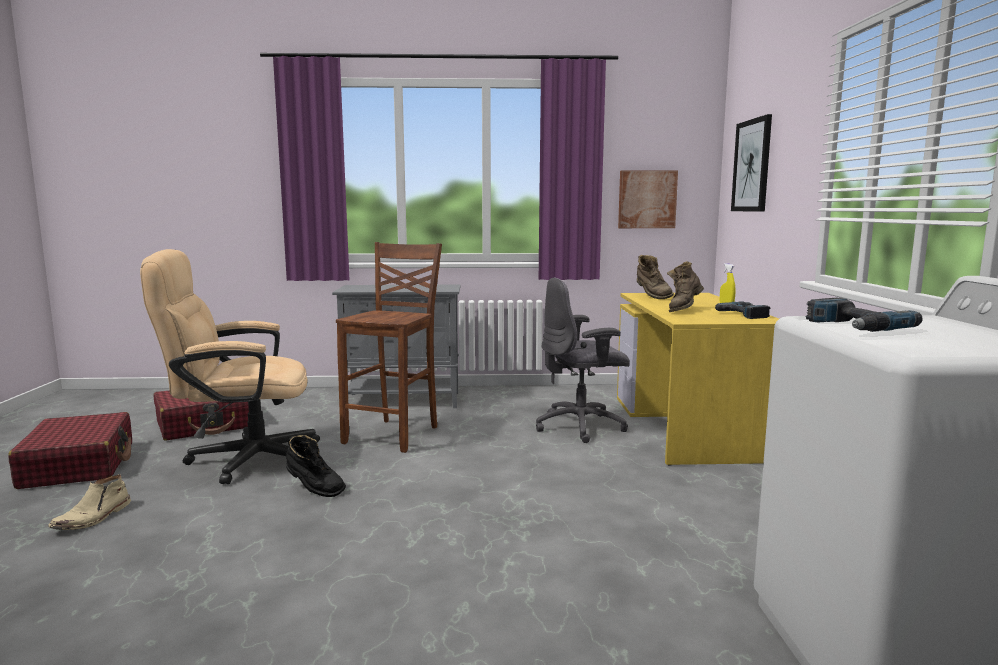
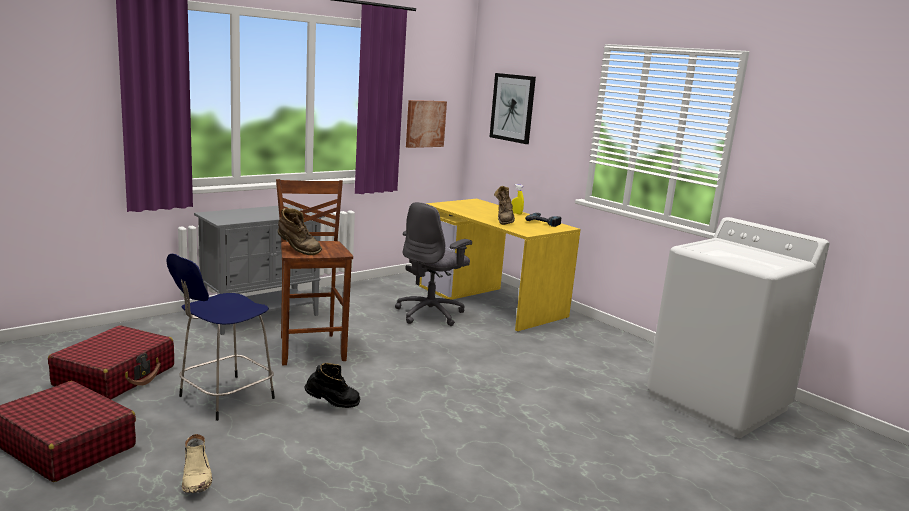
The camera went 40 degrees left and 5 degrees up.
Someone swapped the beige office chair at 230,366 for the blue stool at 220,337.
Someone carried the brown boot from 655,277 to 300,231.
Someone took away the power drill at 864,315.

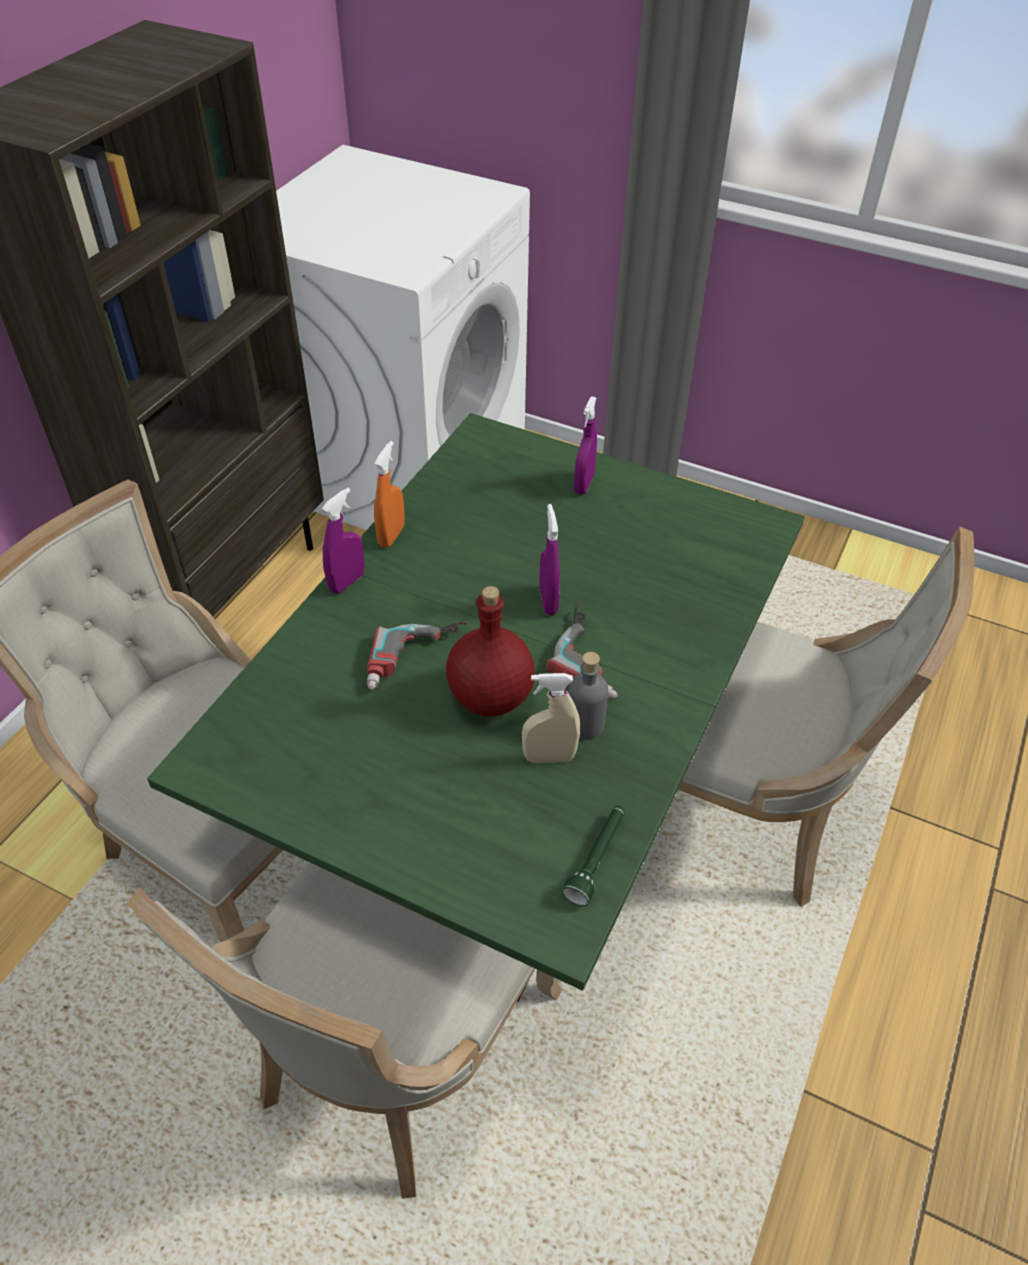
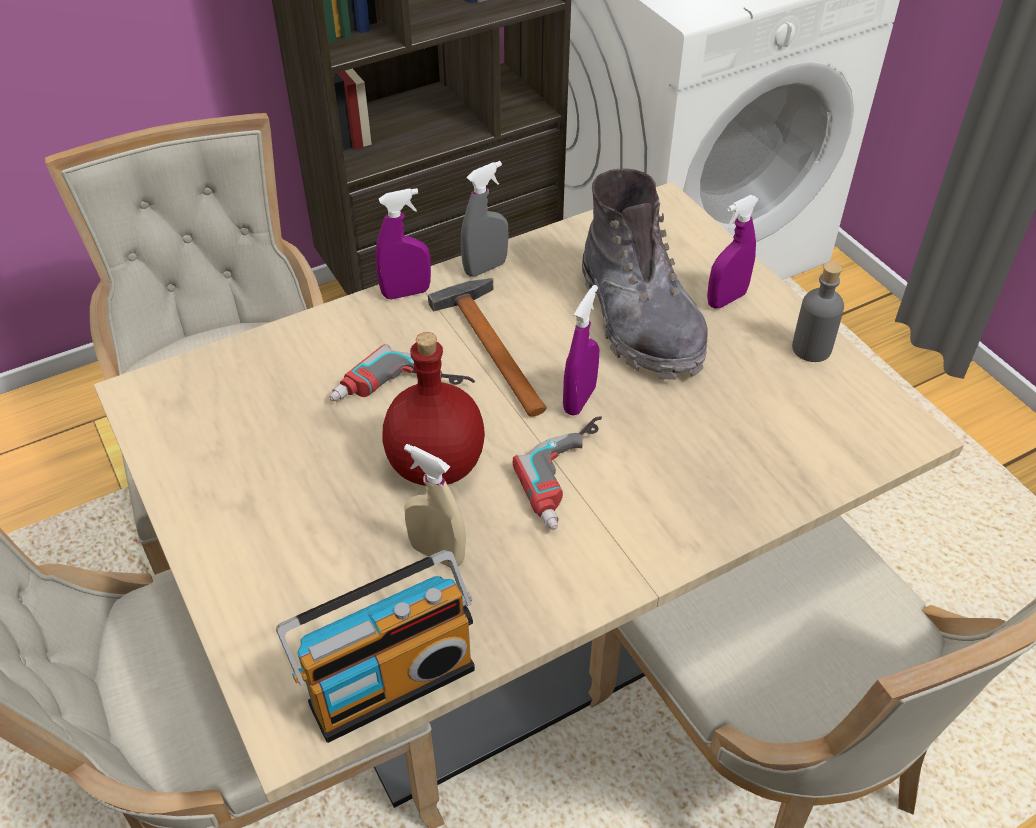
The camera went 35 degrees right and 0 degrees up.
Someone repainted the green dining table at 476,707, which became the beige dining table at 529,495.
Someone swapped the green flashlight at 593,855 for the radio at 375,646.
Someone put down the hammer at 487,347.
Someone repainted the orange spray bottle at 389,494, which became the grey spray bottle at 485,219.
Someone put down the grey boot at 645,274.
Someone carried the grey bottle from 588,696 to 818,312.

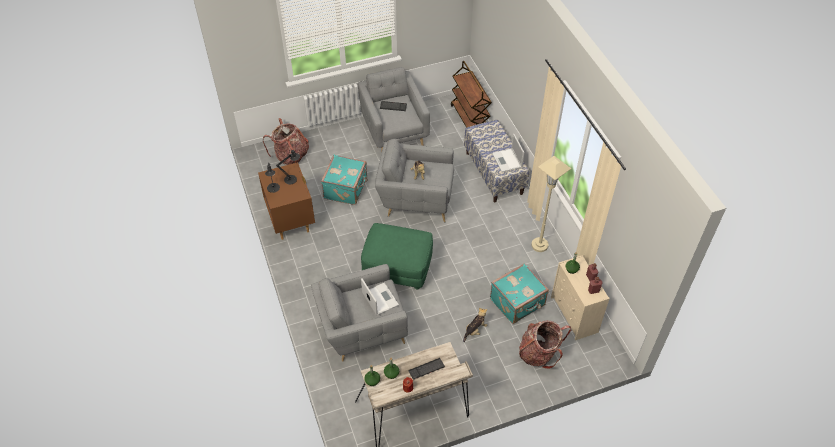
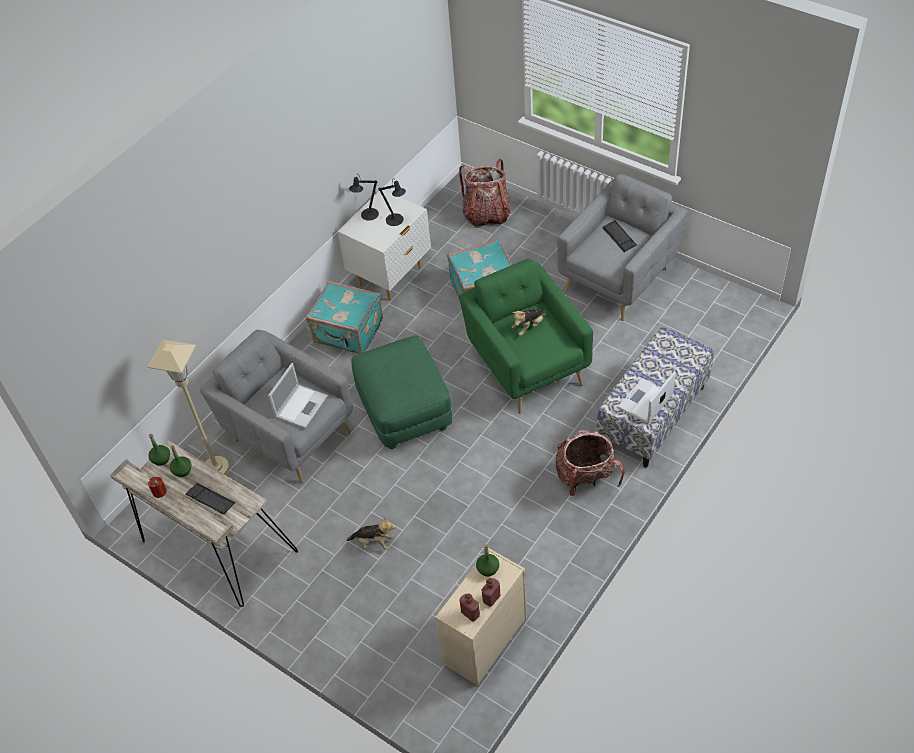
The camera went 60 degrees right and 0 degrees up.
Someone carried the beige floor lamp from 551,204 to 188,407.
Someone carried the turquoise suitcase from 519,293 to 344,317.
Someone repainted the brown nightstand at 286,201, which became the white nightstand at 384,245.
Someone repainted the grey armchair at 414,181, which became the green armchair at 526,336.
Someone carried the backpack from 545,344 to 590,462.
Someone took away the brown cart at 471,94.

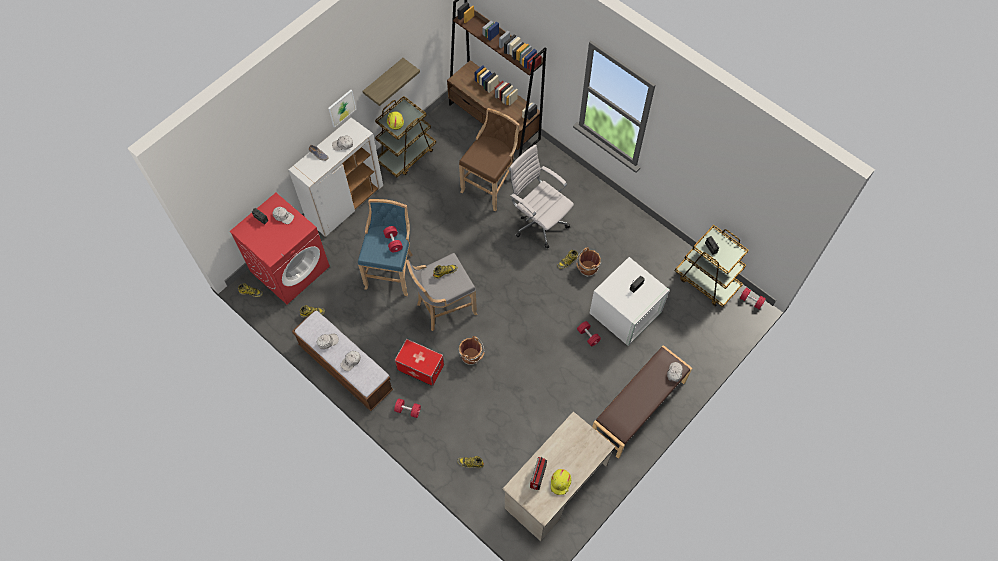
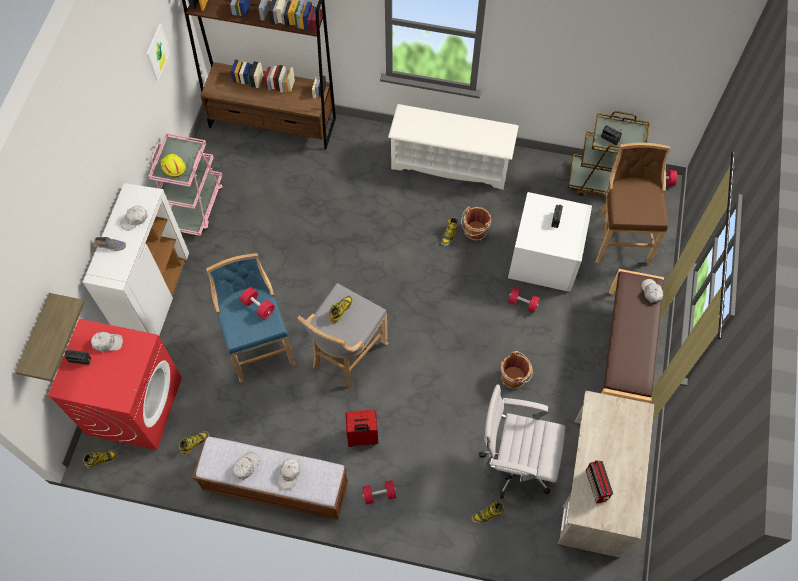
The camera went 30 degrees left and 0 degrees up.
Someone carried the shelf from 391,82 to 50,337.
Someone carried the picture from 342,109 to 158,52.
Someone repainted the brown cart at 405,136, which became the pink cart at 186,184.
Someone swapped the storage box at 419,362 for the red suitcase at 361,428.
Someone put down the white shoe rack at 453,147.
Someone carried the white office chair from 541,196 to 522,441.
Someone carried the brown bucket from 472,350 to 517,370.
Someone carried the brown stool from 489,160 to 633,204.
Someone took away the yellow hard hat at 561,482.

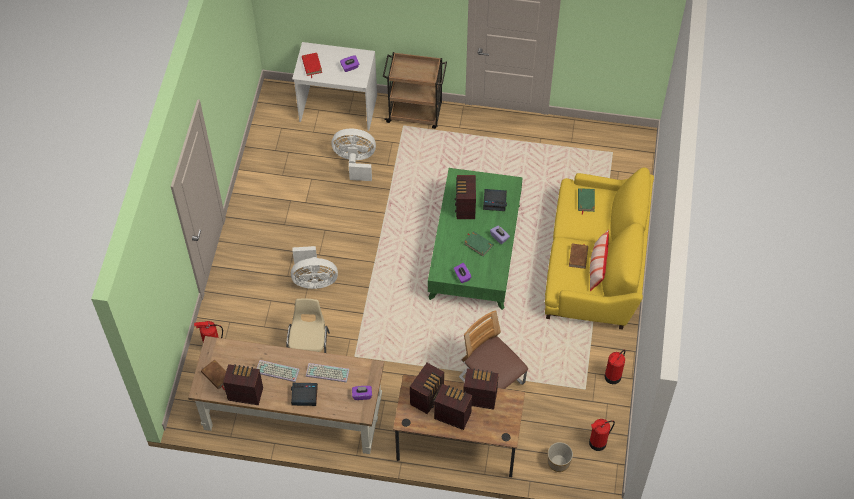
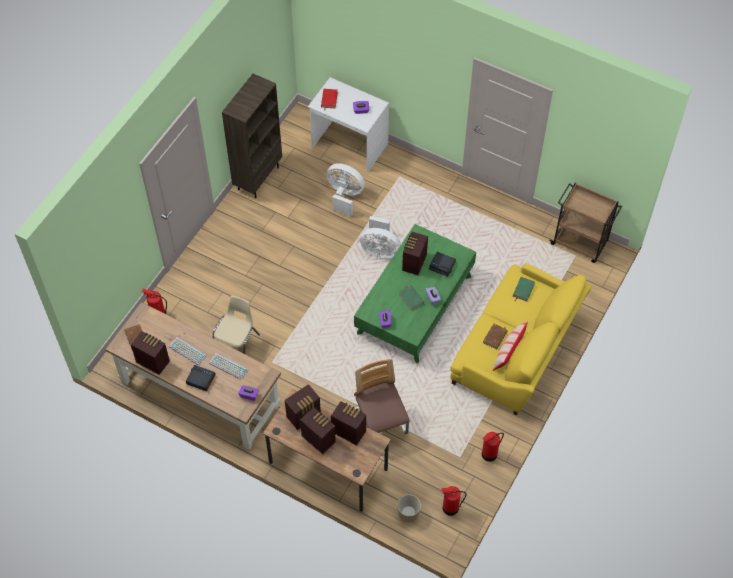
The camera went 20 degrees right and 0 degrees up.
Someone put down the brown bookcase at 252,136.
Someone carried the white fan from 314,267 to 380,237.
Someone carried the brown cart from 415,90 to 585,223.

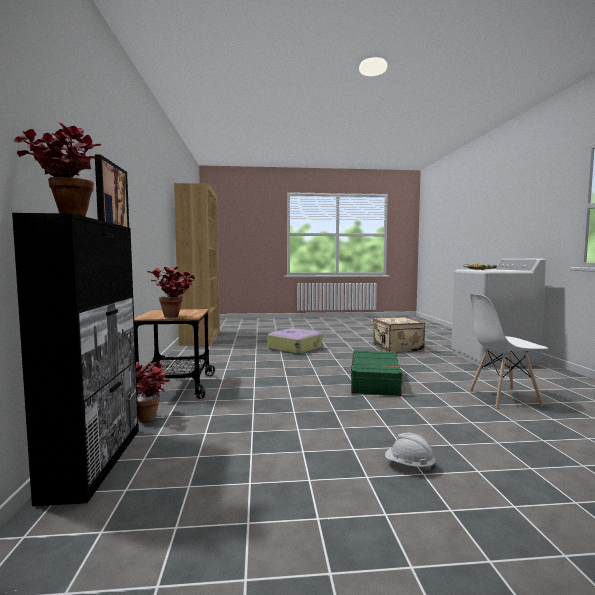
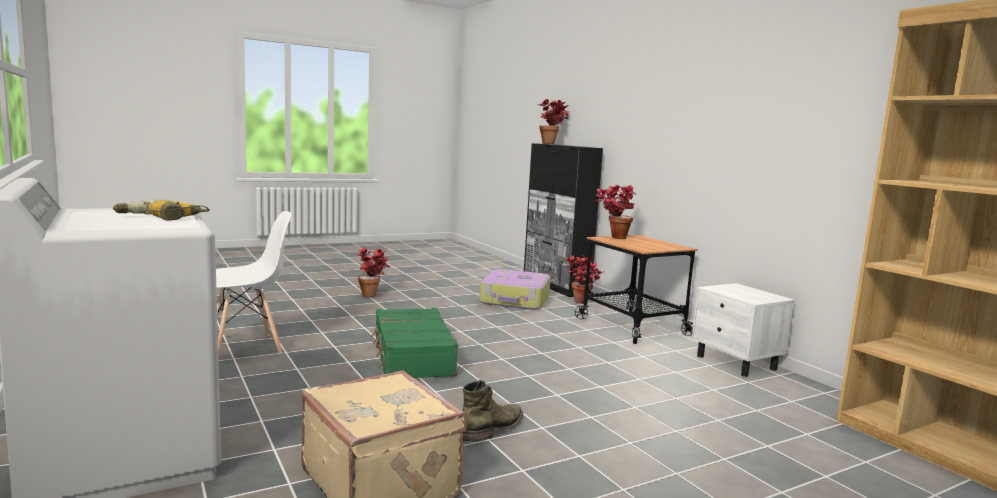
The camera went 155 degrees right and 5 degrees up.
Someone swapped the white hard hat at 410,452 for the potted plant at 371,272.
Someone put down the green boot at 493,411.
Someone carried the suitcase from 295,341 to 515,289.
Someone put down the white nightstand at 743,330.
Someone took away the picture at 112,191.

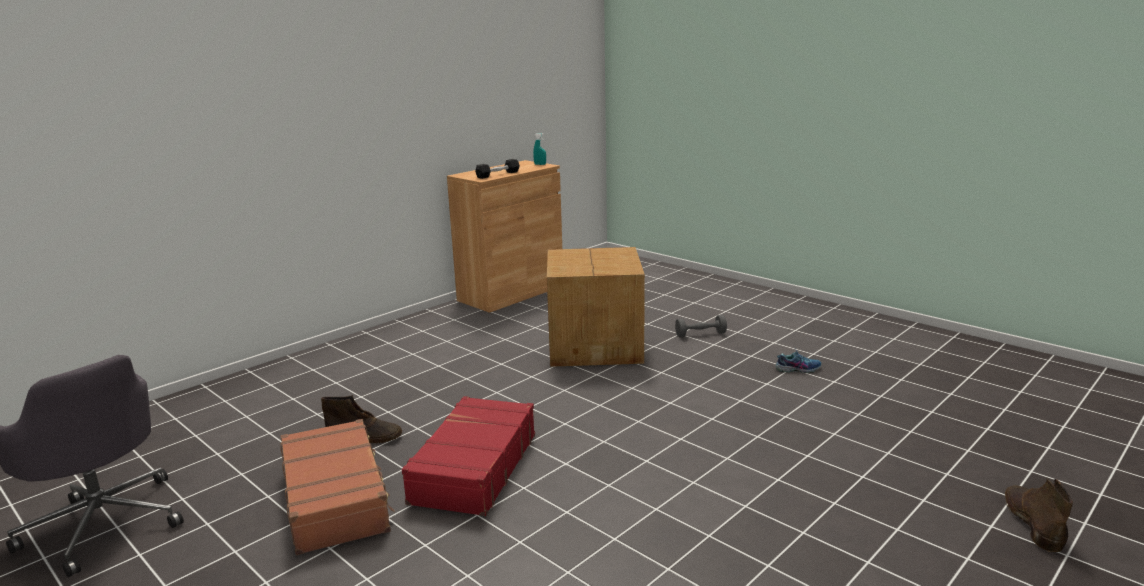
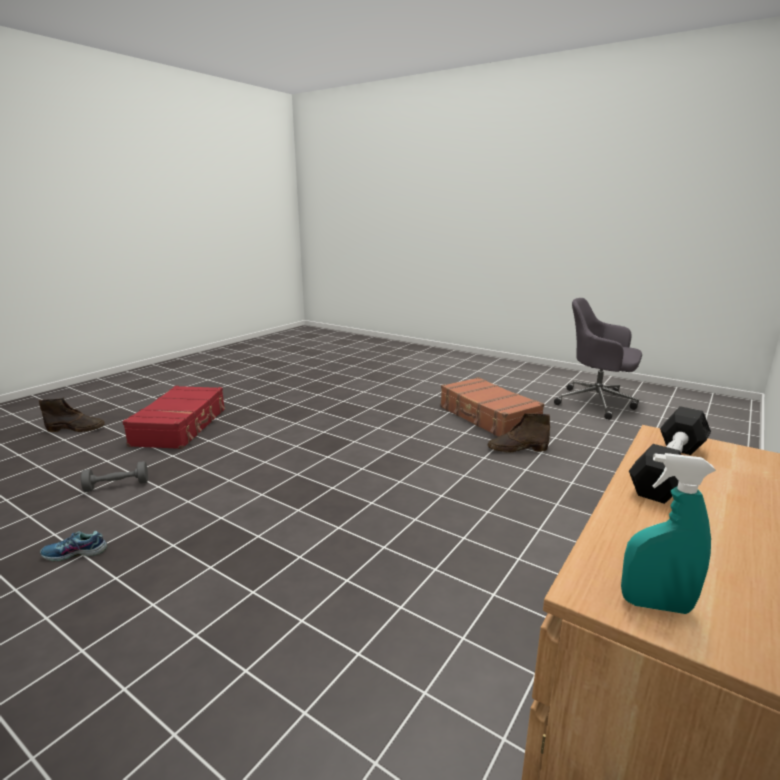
The camera went 170 degrees right and 0 degrees up.
Someone rotated the brown boot at 1039,515 by 90 degrees counterclockwise.
Someone carried the grey dumbbell from 701,326 to 114,476.
Someone carried the red suitcase from 468,456 to 173,417.
Someone took away the cardboard box at 596,307.

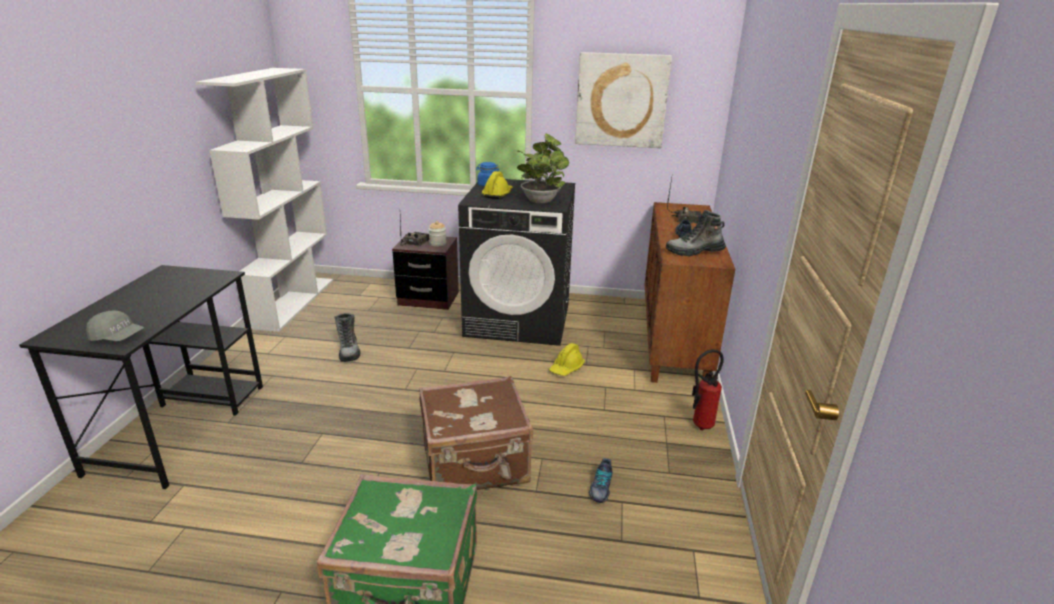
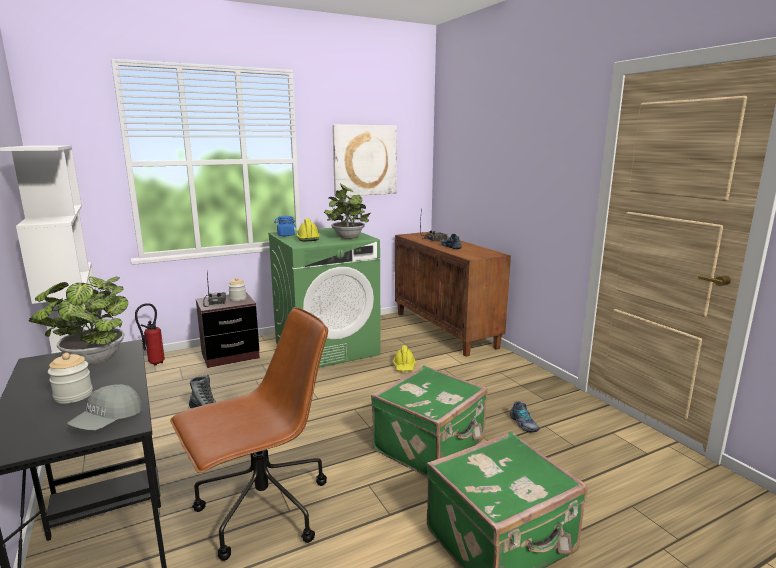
The camera went 35 degrees left and 10 degrees down.
Someone put down the potted plant at 78,321.
Someone put down the jar at 70,378.
Someone rotated the grey cap at 115,325 by 135 degrees clockwise.
Someone carried the fire extinguisher from 708,390 to 150,334.
Someone put down the brown office chair at 249,434.
Someone repainted the black washing machine at 516,262, which became the green washing machine at 324,298.
Someone repainted the brown suitcase at 476,433, which became the green suitcase at 429,421.
Someone took away the boot at 696,233.

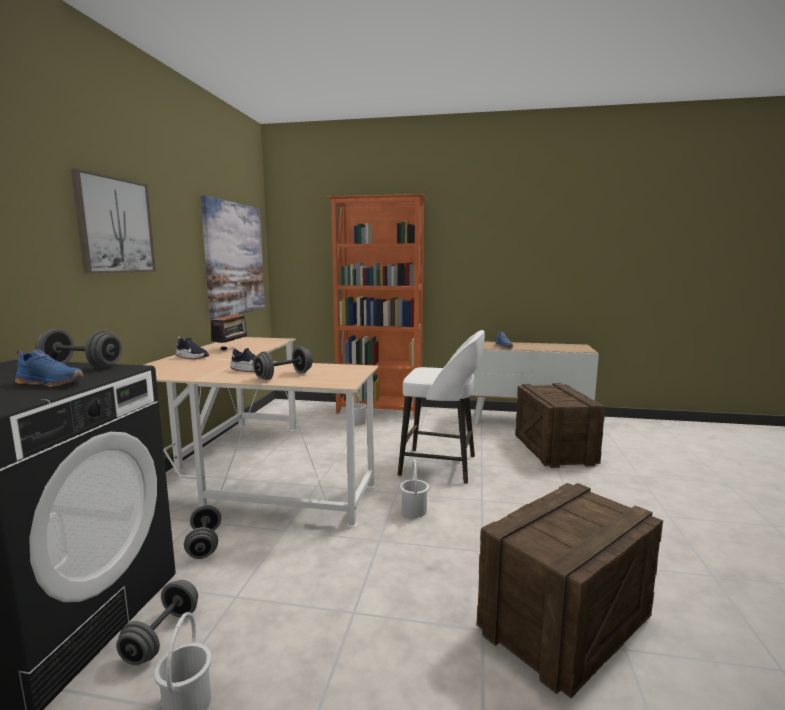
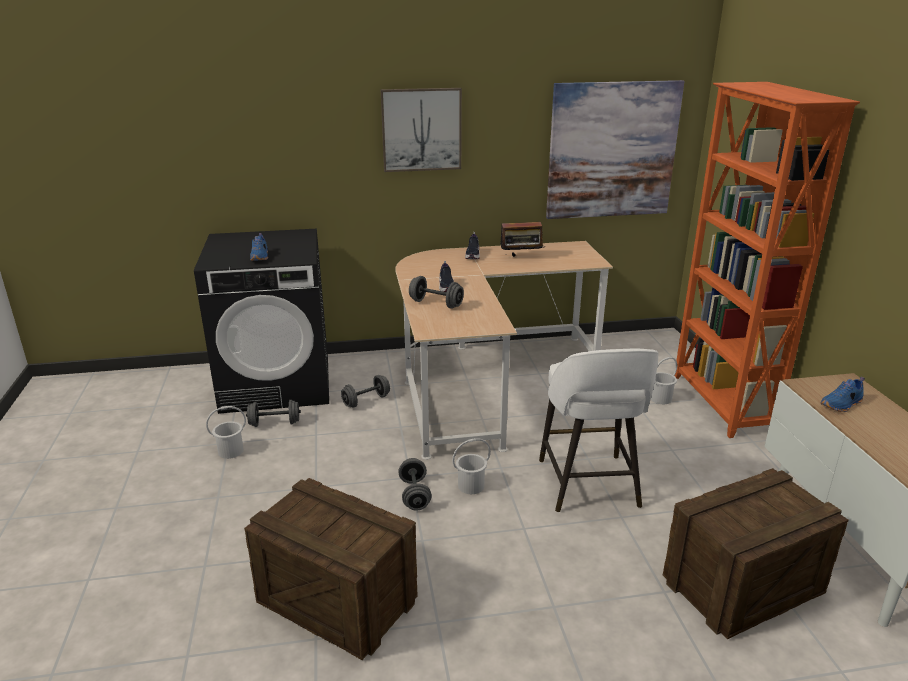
The camera went 70 degrees right and 15 degrees up.
Someone carried the grey dumbbell from 78,348 to 415,484.

